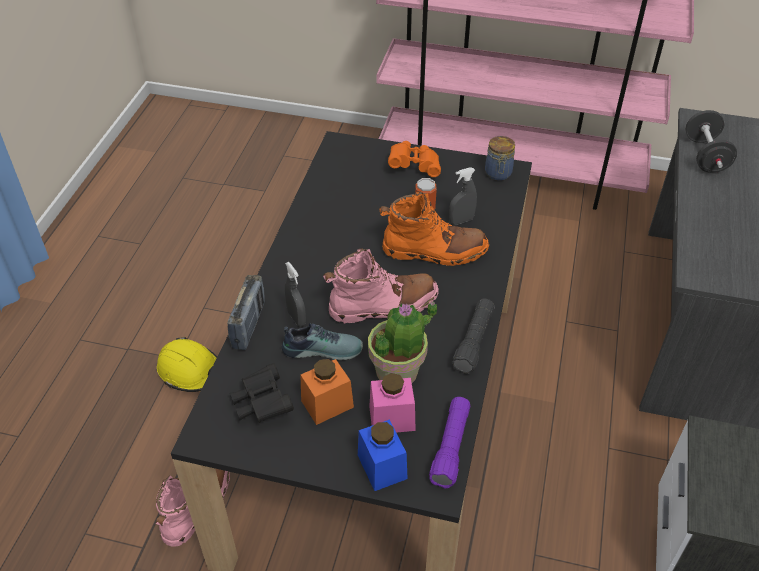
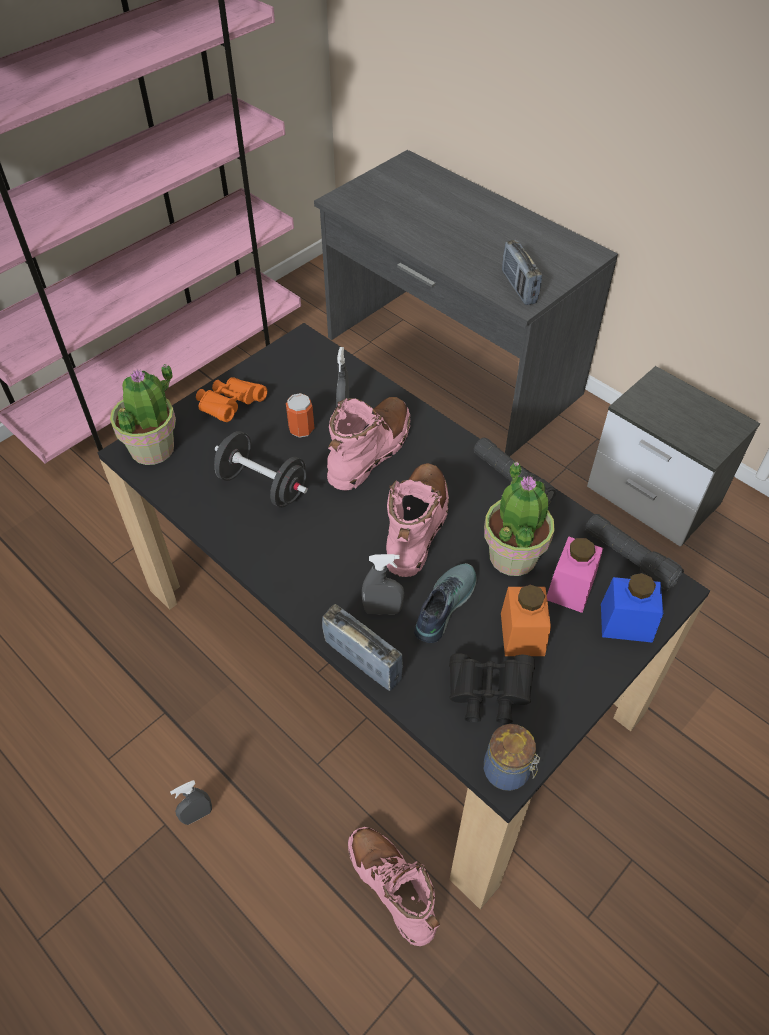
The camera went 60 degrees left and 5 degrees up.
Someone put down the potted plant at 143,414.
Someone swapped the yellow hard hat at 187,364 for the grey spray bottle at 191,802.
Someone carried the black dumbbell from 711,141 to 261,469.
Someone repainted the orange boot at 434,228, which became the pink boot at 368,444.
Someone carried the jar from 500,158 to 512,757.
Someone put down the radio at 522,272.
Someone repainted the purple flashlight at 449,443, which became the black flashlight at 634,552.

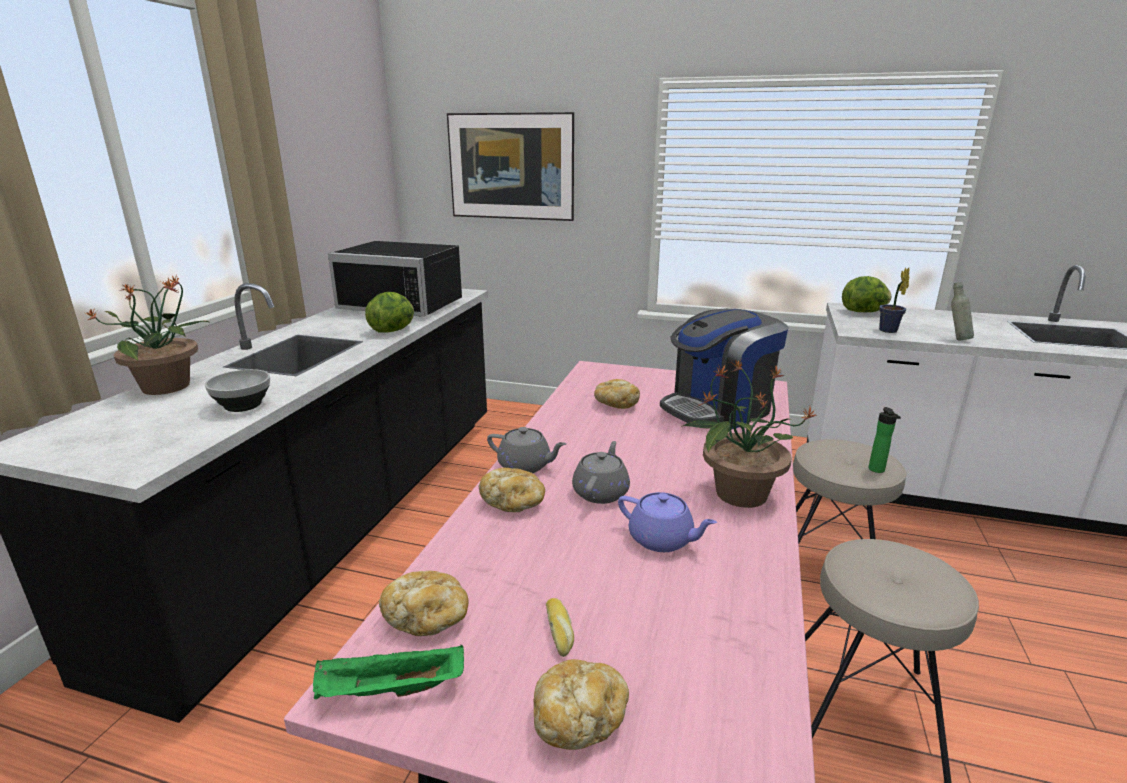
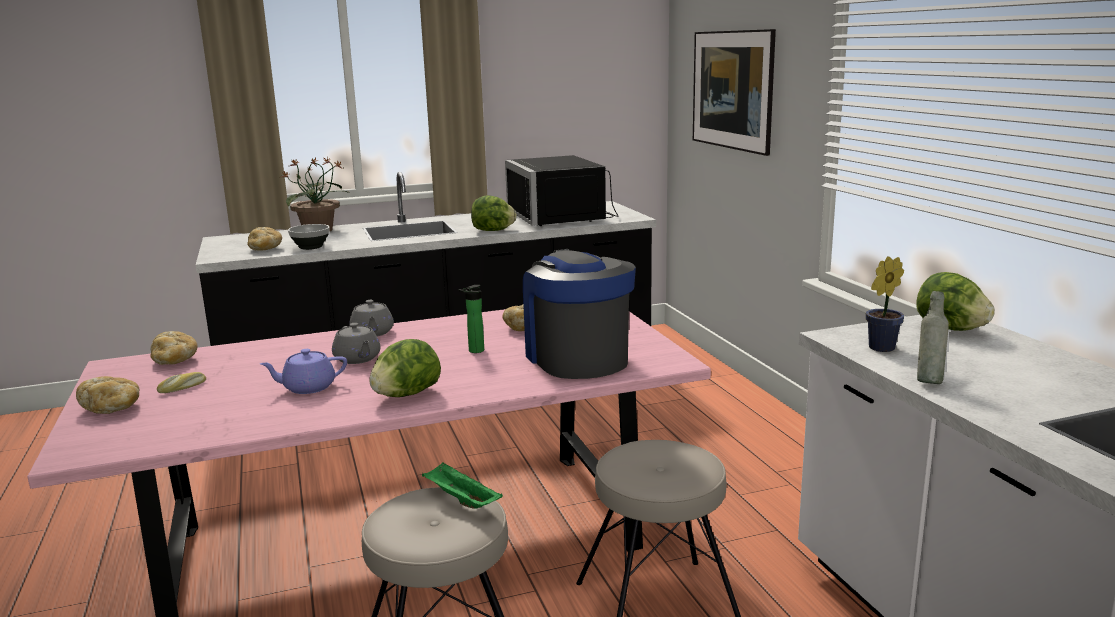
The camera went 55 degrees right and 5 degrees down.
Someone carried the bread from 512,490 to 264,239.
Someone rotated the purple teapot at 667,522 by 75 degrees clockwise.
Someone rotated the grey teapot at 601,472 by 75 degrees clockwise.
Someone swapped the potted plant at 748,434 for the lettuce at 405,368.
Someone carried the green tray from 388,672 to 462,486.
Someone carried the bottle from 885,440 to 471,319.
Someone rotated the coffee machine at 724,368 by 45 degrees clockwise.

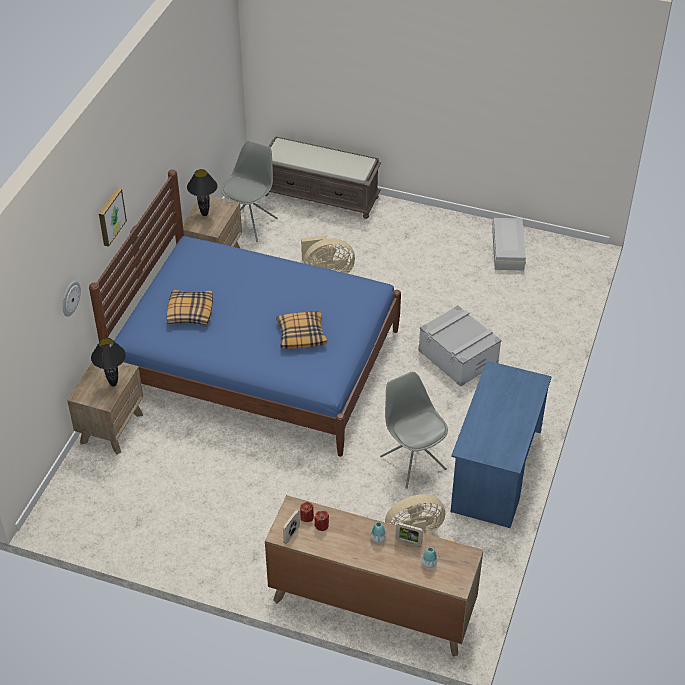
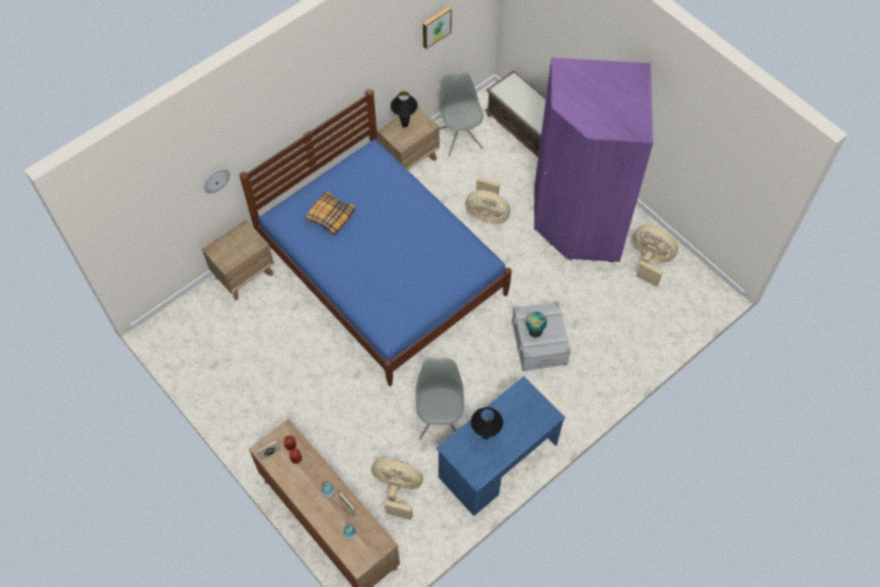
The camera went 30 degrees right and 15 degrees up.
Someone carried the picture from 113,217 to 437,28.
Someone rotated the grey chair at 249,191 by 75 degrees counterclockwise.
Someone carried the black table lamp from 108,362 to 487,423.
Someone put down the globe at 536,324.
Someone put down the purple wardrobe at 593,159.
Someone swapped the white storage box at 509,244 for the beige fan at 655,256.
Someone took away the pillow at 301,330.

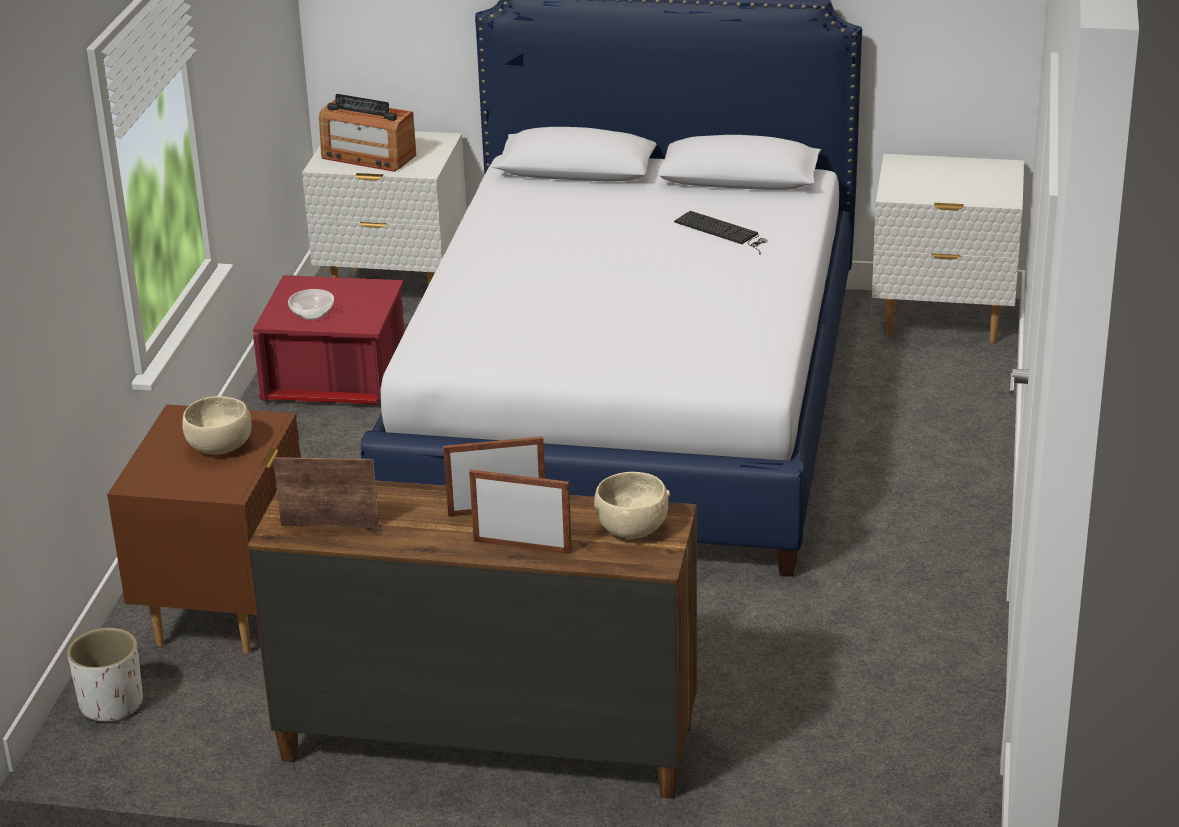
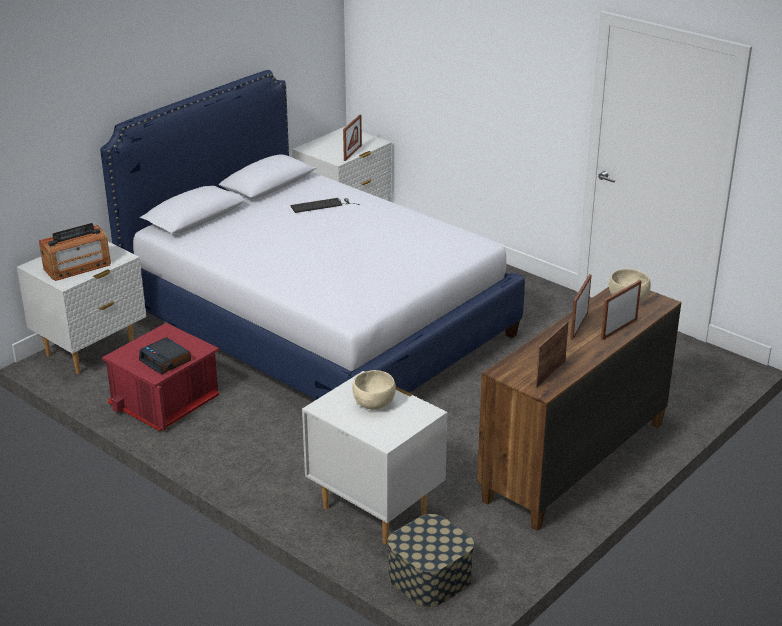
The camera went 60 degrees left and 0 degrees up.
Someone swapped the bowl at 311,304 for the alarm clock at 165,356.
Someone repainted the brown nightstand at 204,529, which became the white nightstand at 375,457.
Someone put down the picture frame at 352,138.
Someone swapped the white planter at 105,675 for the storage box at 430,560.

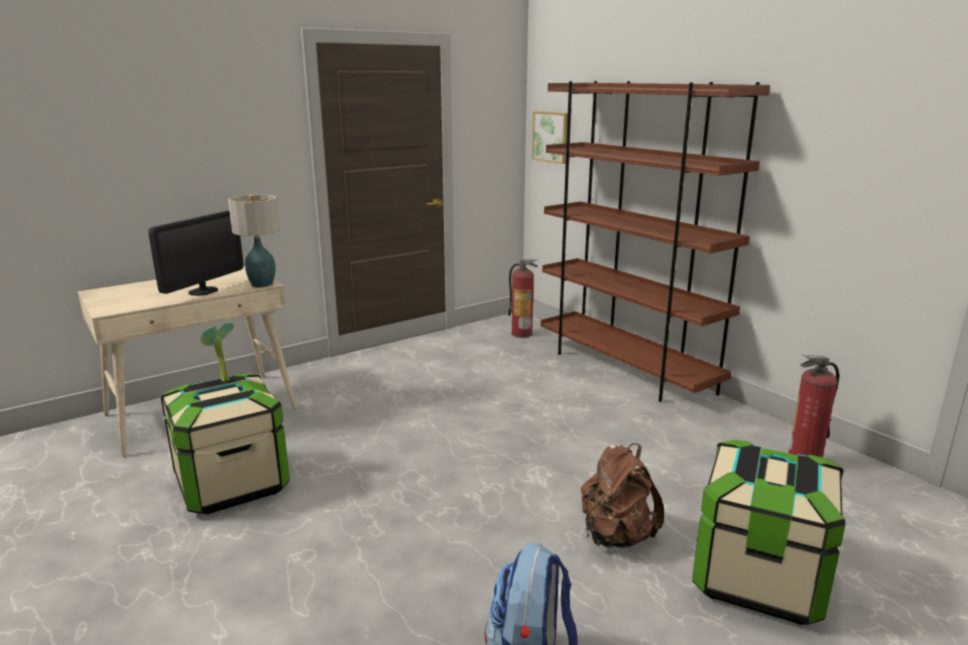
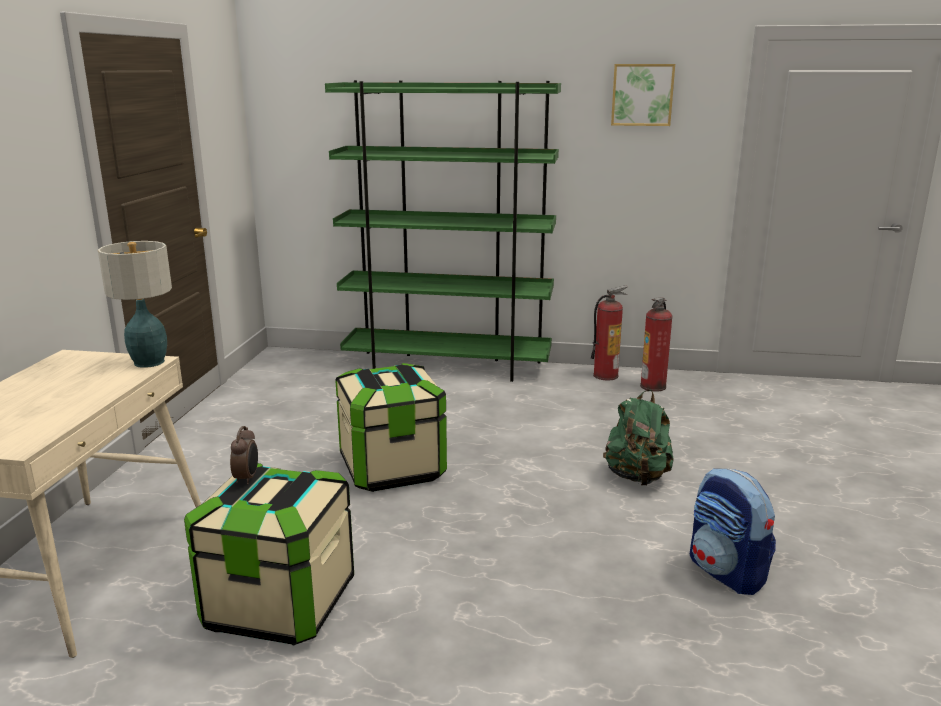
The camera went 45 degrees left and 0 degrees up.
Someone swapped the potted plant at 217,352 for the alarm clock at 244,455.
Someone repainted the brown bookcase at 655,241, which became the green bookcase at 443,231.
Someone carried the storage box from 769,532 to 391,427.
Someone carried the fire extinguisher from 523,298 to 609,333.
Someone repainted the brown backpack at 622,495, which became the green backpack at 638,437.
Someone carried the picture from 550,137 to 643,95.
Someone took away the monitor at 196,253.

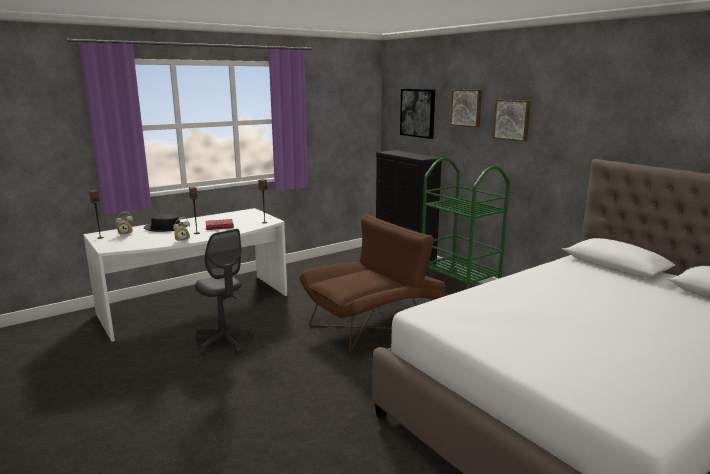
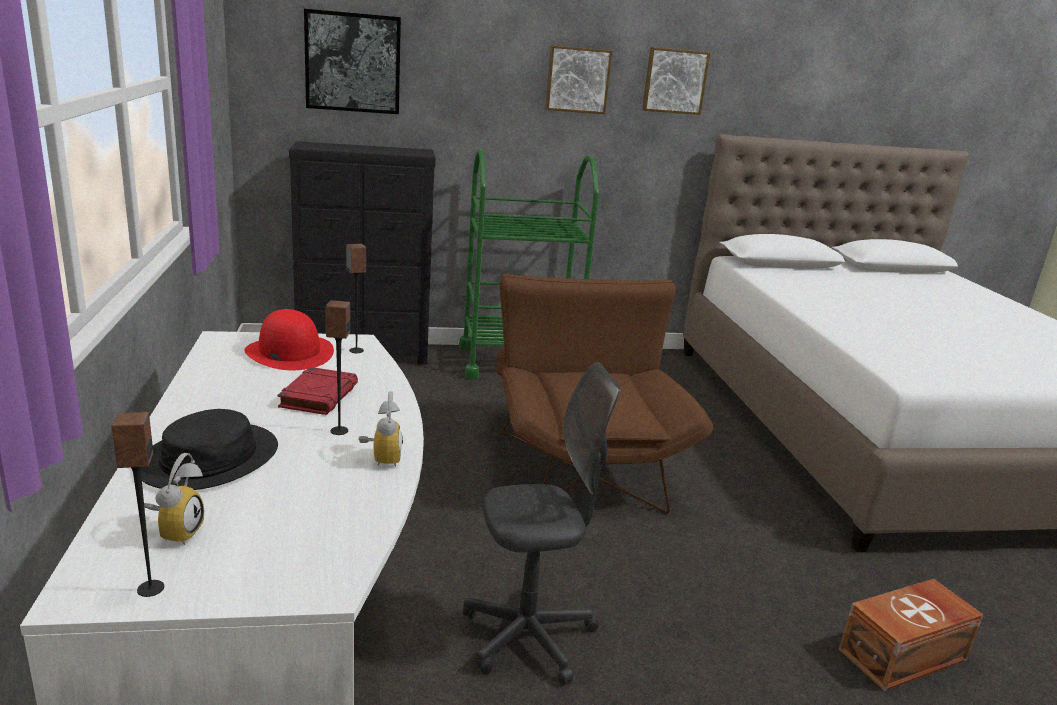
The camera went 65 degrees left and 5 degrees up.
Someone put down the red hat at 289,339.
Someone carried the picture from 466,108 to 676,81.
Someone put down the brown storage box at 911,635.

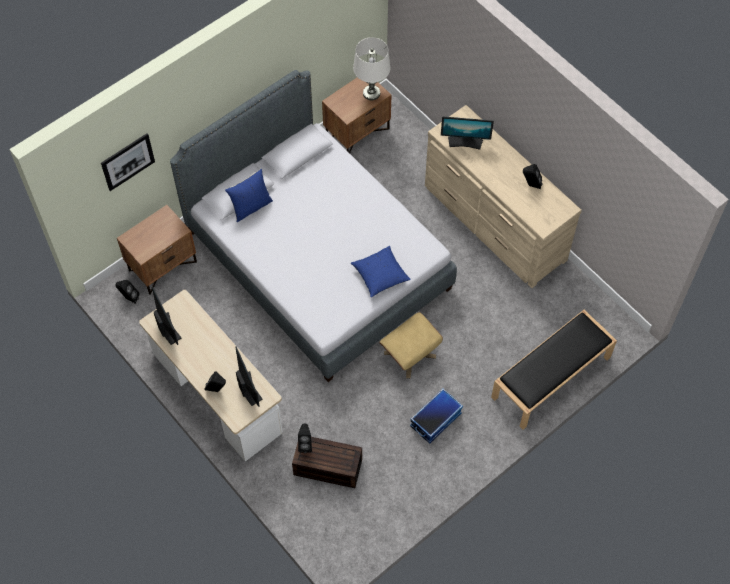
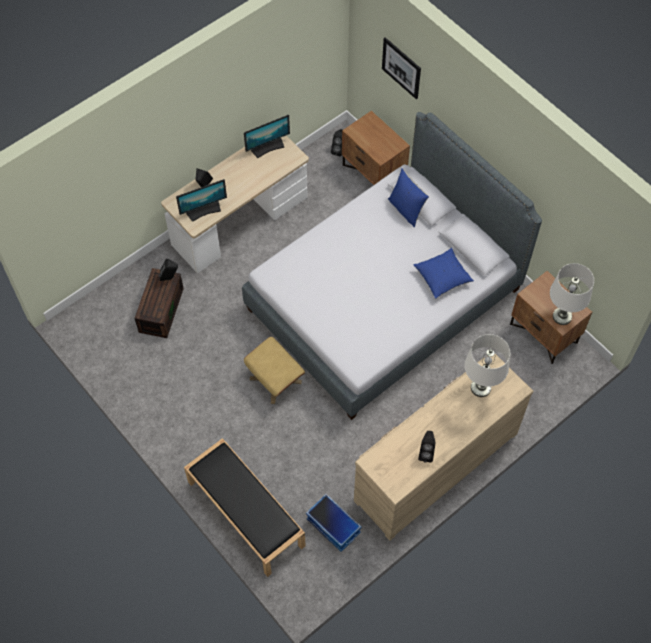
The camera went 90 degrees right and 0 degrees up.
Someone carried the storage box from 436,416 to 333,522.
Someone carried the blue pillow from 381,271 to 444,273.
Someone swapped the monitor at 467,133 for the white table lamp at 487,365.

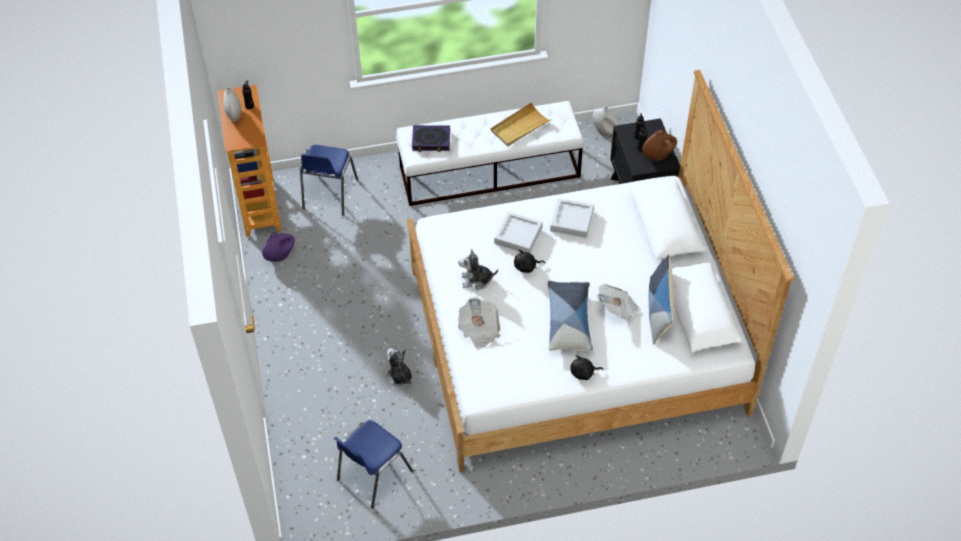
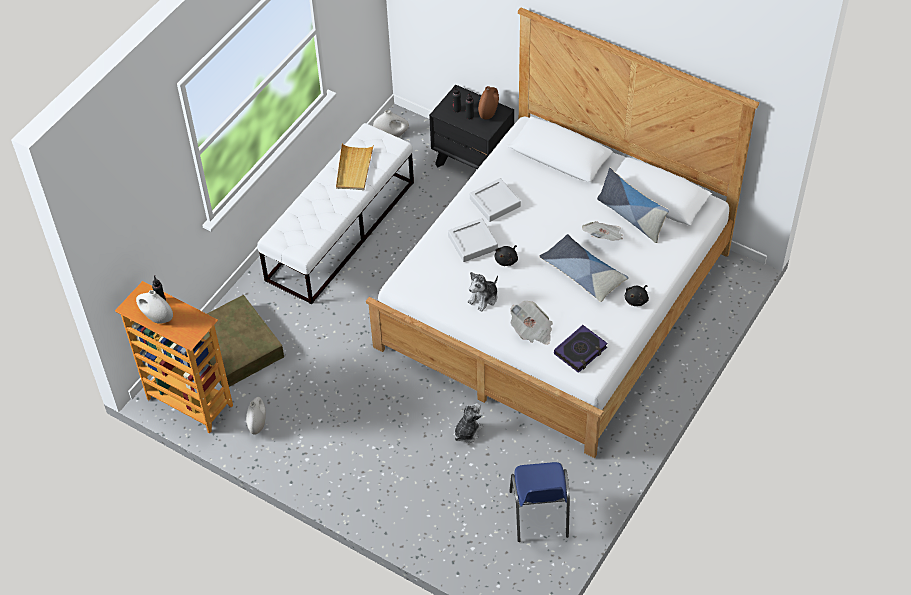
The camera went 45 degrees left and 0 degrees up.
Someone swapped the blue chair at 329,180 for the brown storage box at 243,341.
Someone repainted the purple vase at 278,247, which became the white vase at 256,416.
Someone rotated the plush toy at 398,367 by 120 degrees clockwise.
Someone carried the book from 431,138 to 581,349.

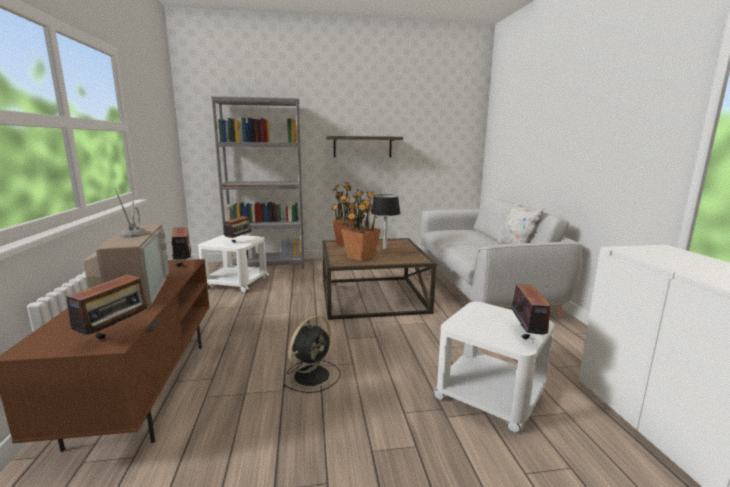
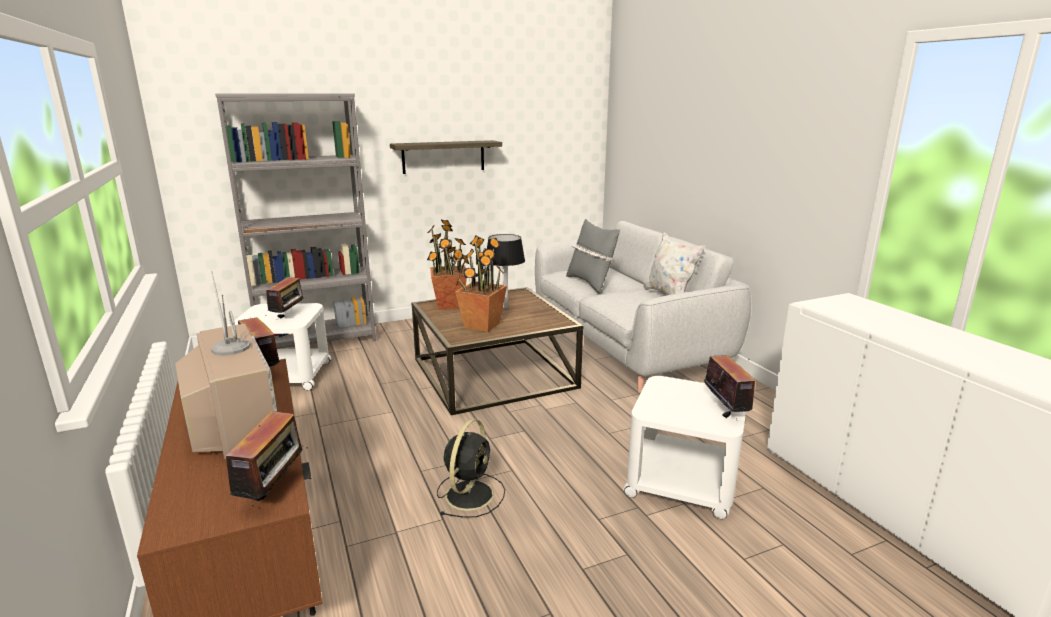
The camera went 15 degrees left and 5 degrees up.
Someone put down the grey pillow at 593,256.

